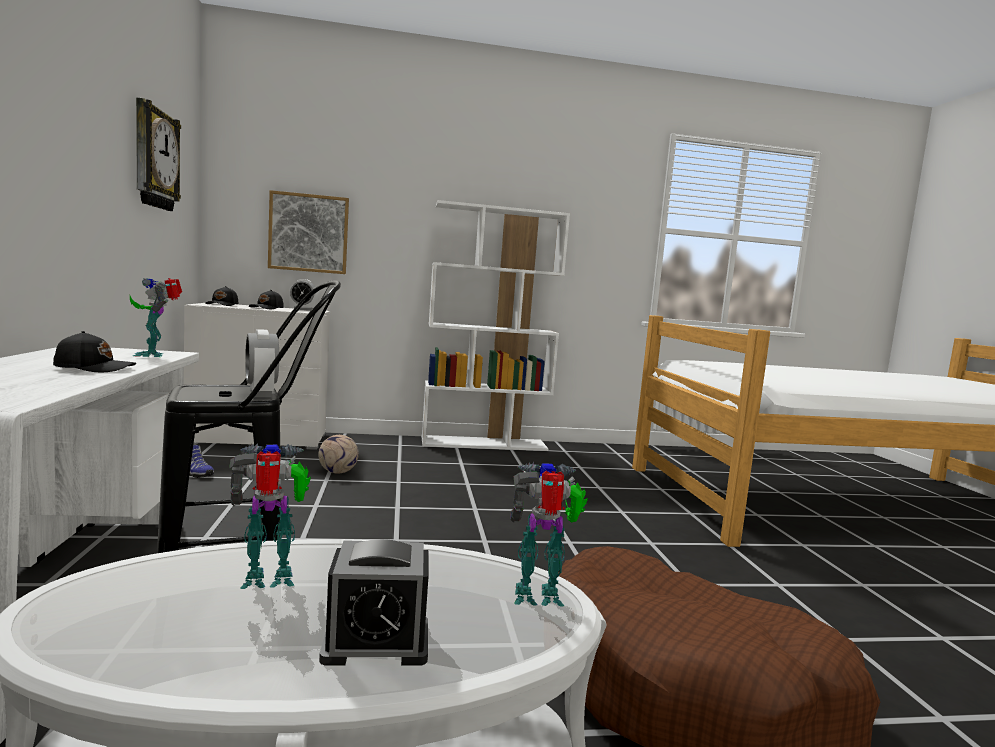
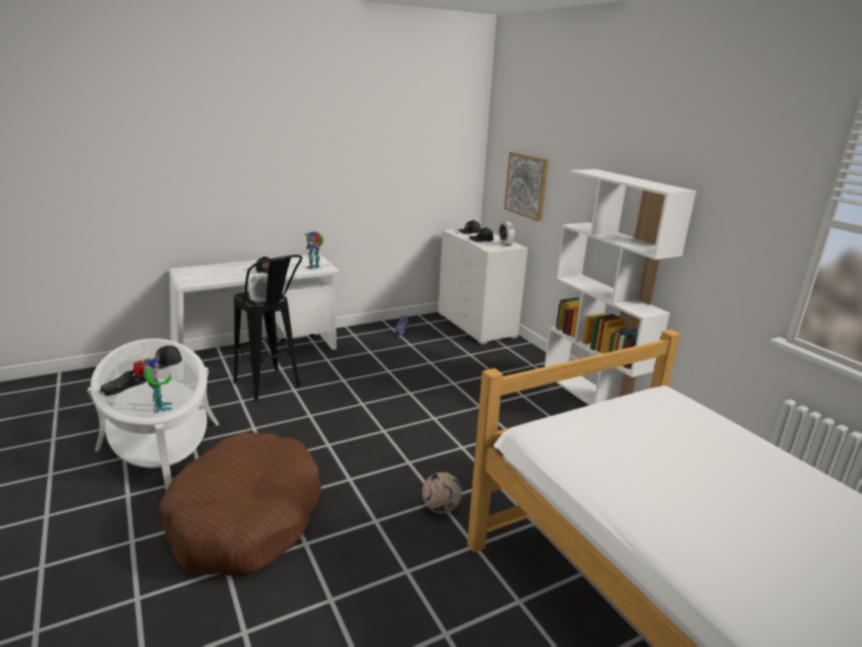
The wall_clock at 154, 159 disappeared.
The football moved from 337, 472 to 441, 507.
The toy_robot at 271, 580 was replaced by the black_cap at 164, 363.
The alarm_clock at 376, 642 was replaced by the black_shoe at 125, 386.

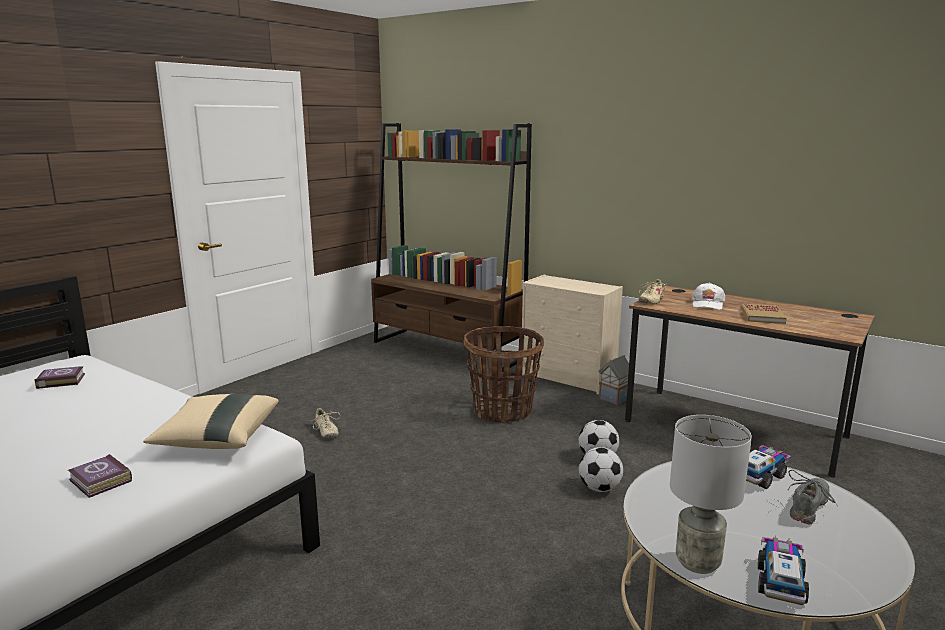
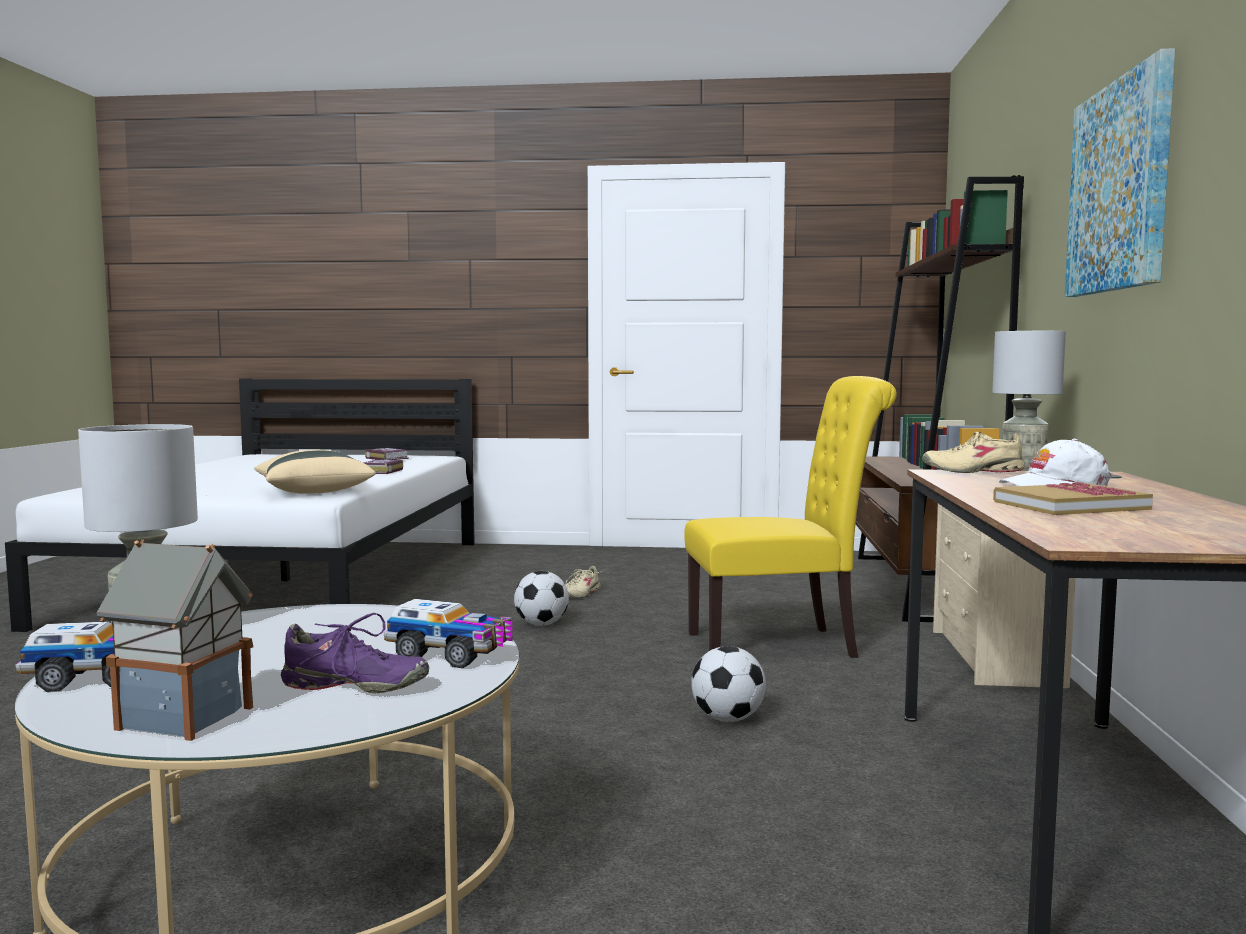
The grey_table_lamp at 1023, 470 appeared.
The picture at 1120, 187 appeared.
The book moved from 100, 481 to 379, 471.
The football moved from 599, 488 to 541, 624.
The toy_house moved from 614, 399 to 182, 718.
The basket at 502, 411 was replaced by the yellow_chair at 782, 645.
The grey_shoe at 809, 507 became the purple_shoe at 354, 686.

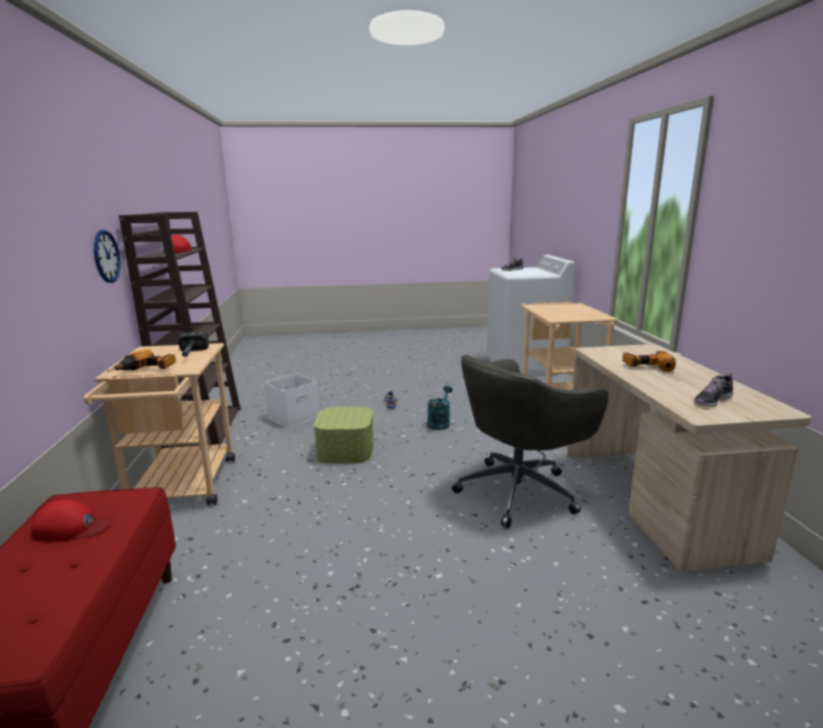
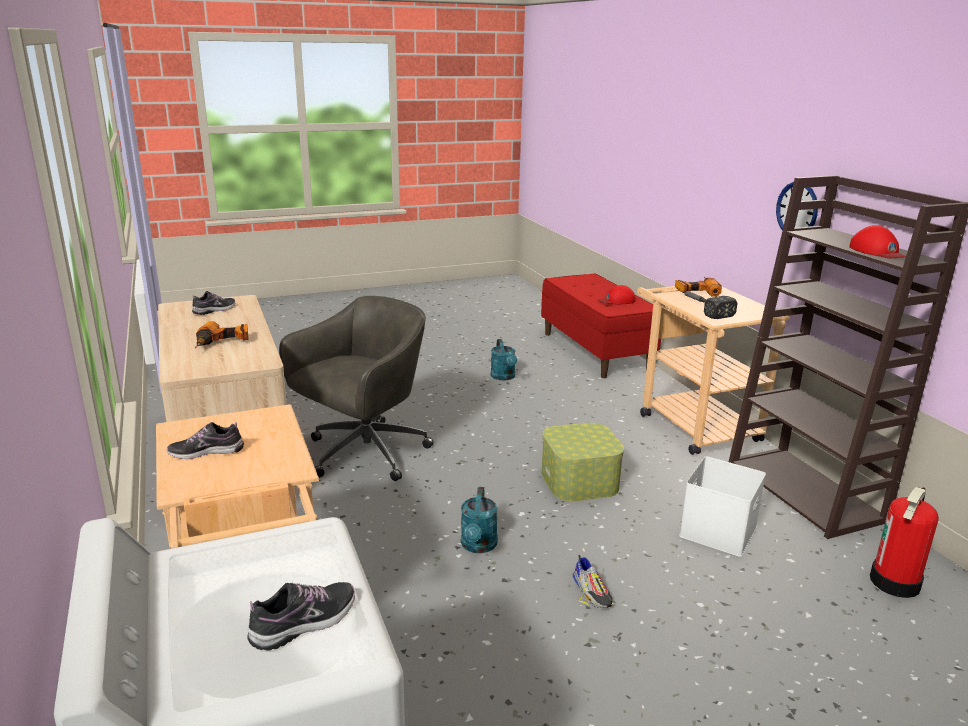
The shoe at 206, 452 appeared.
The turquoise_watering_can at 504, 377 appeared.
The fire_extinguisher at 895, 583 appeared.

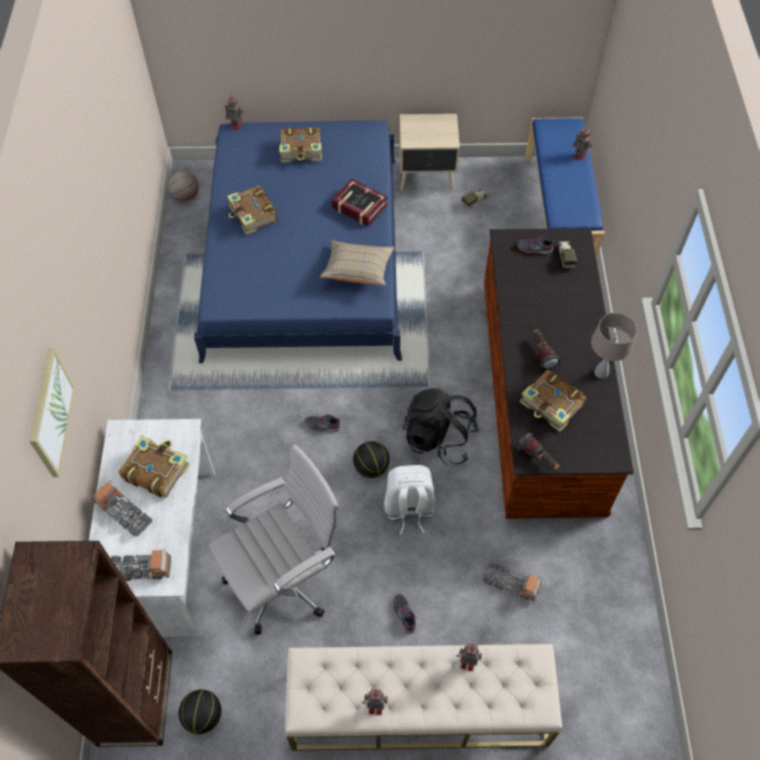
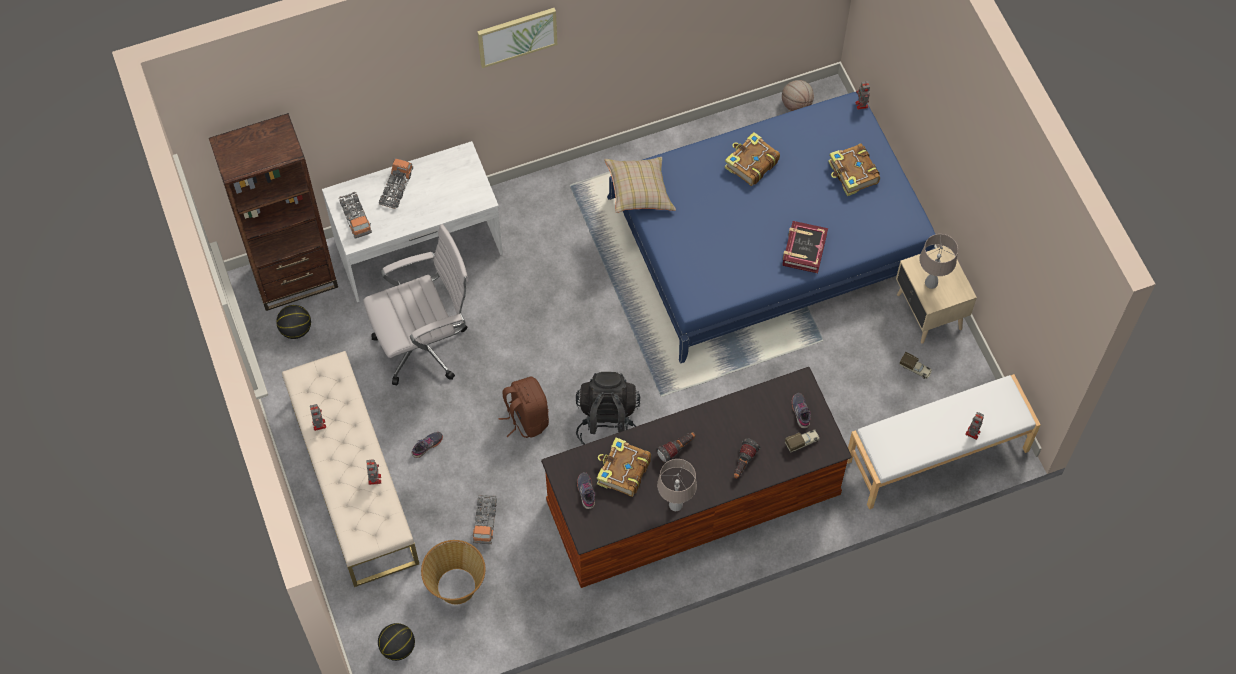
The book at 155, 470 disappeared.
The basket at 456, 585 appeared.
The beige_table_lamp at 931, 282 appeared.
The picture moved from 50, 412 to 517, 36.
The grey_shoe moved from 323, 425 to 586, 492.
The beige_pillow moved from 358, 271 to 639, 192.
The basketball moved from 371, 468 to 397, 647.
The flashlight moved from 538, 458 to 743, 463.
The white_backpack at 408, 508 became the brown_backpack at 526, 418.
The blue_bench at 558, 213 became the white_bench at 937, 456.
The white_office_chair at 285, 579 turned 60 degrees counterclockwise.

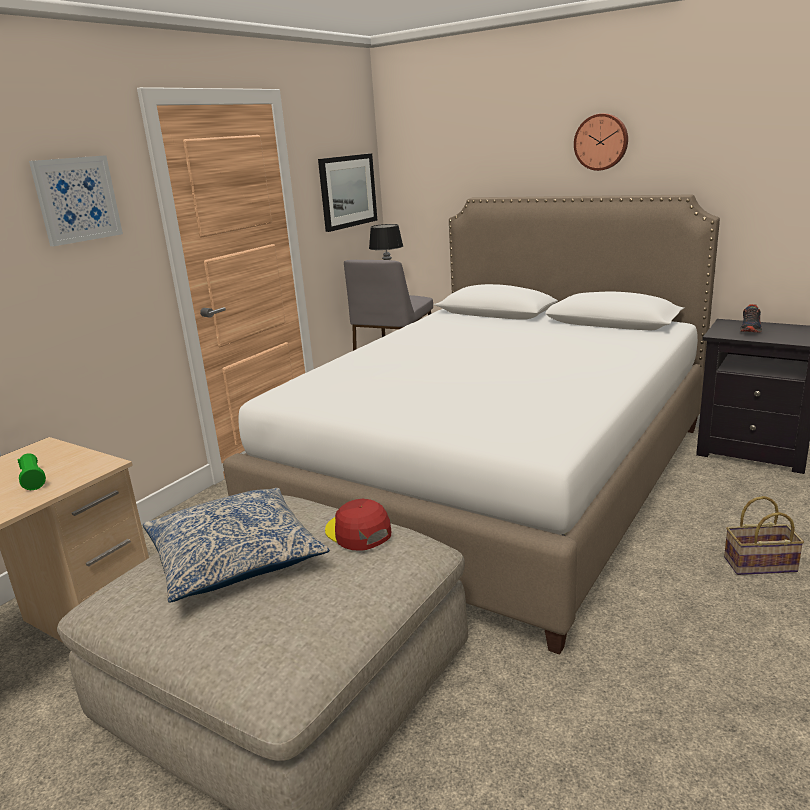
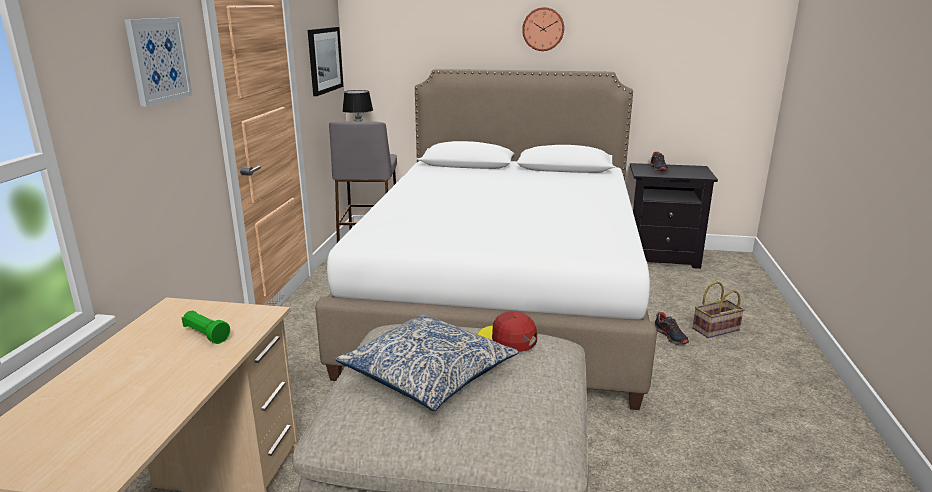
The shoe at 670, 336 appeared.

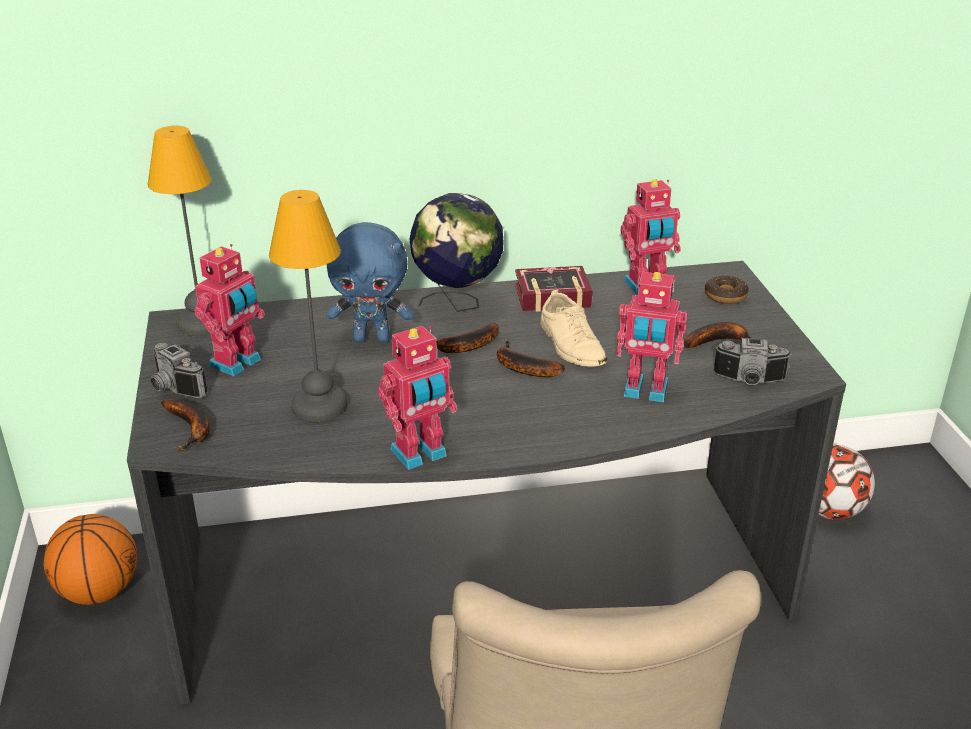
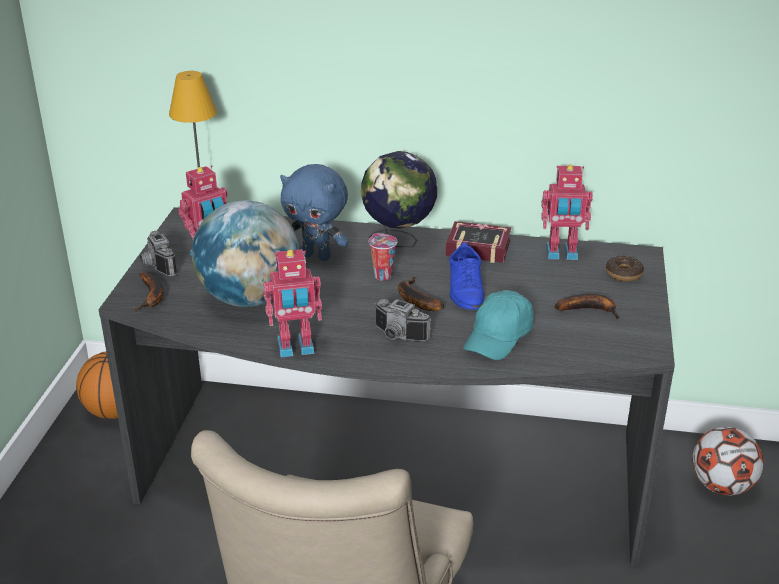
The photo_camera moved from 749, 381 to 398, 336.
The table_lamp at 321, 405 was replaced by the globe at 249, 298.
The banana at 464, 346 was replaced by the cup at 382, 275.
The toy_robot at 645, 392 was replaced by the turquoise_cap at 499, 337.
The beige_shoe at 571, 345 became the blue_shoe at 466, 289.

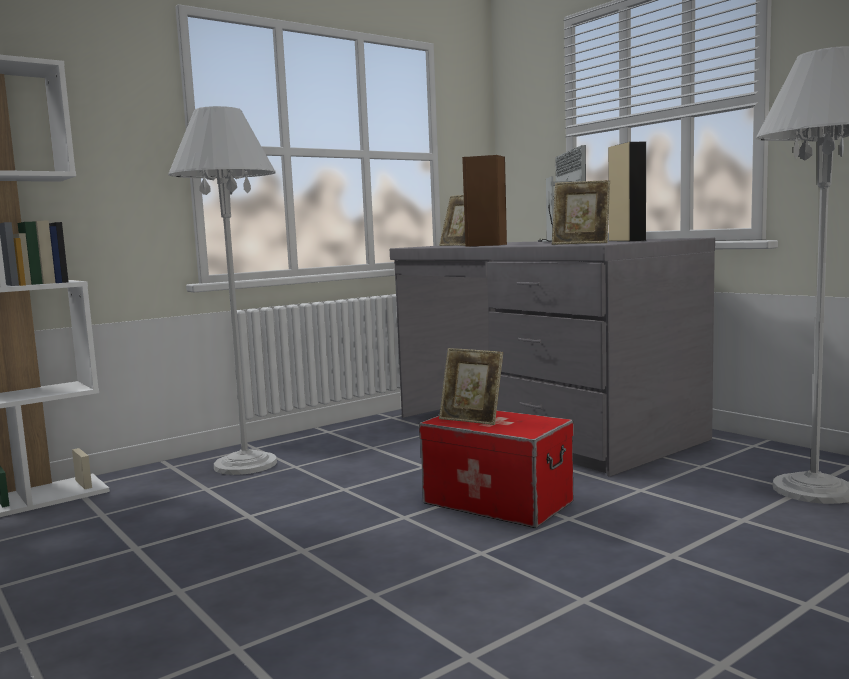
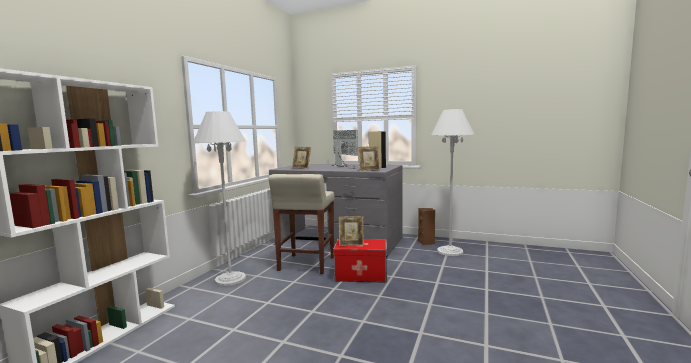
The beige_stool at 306, 264 appeared.
The brown_speaker moved from 486, 245 to 426, 243.

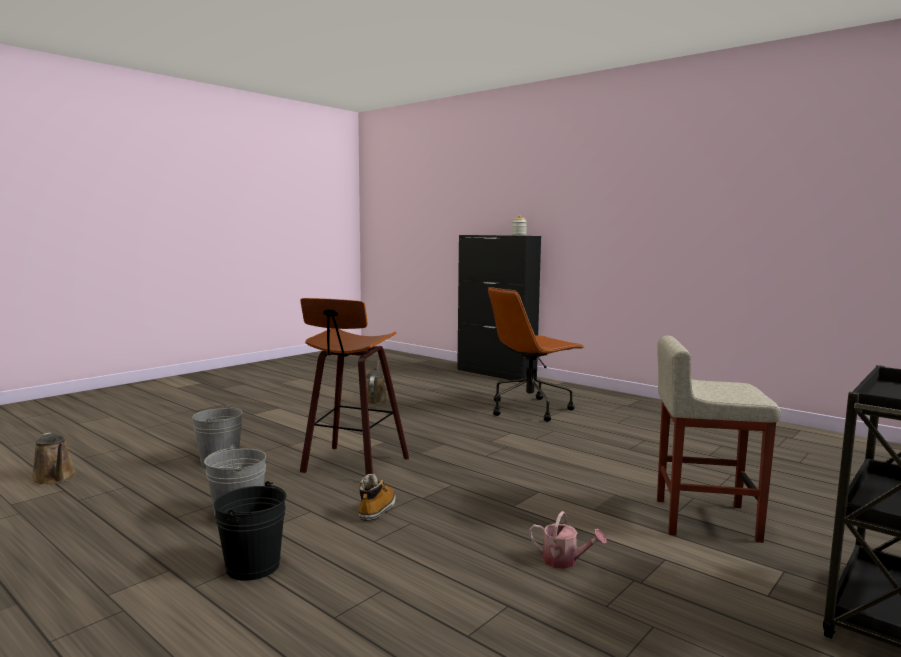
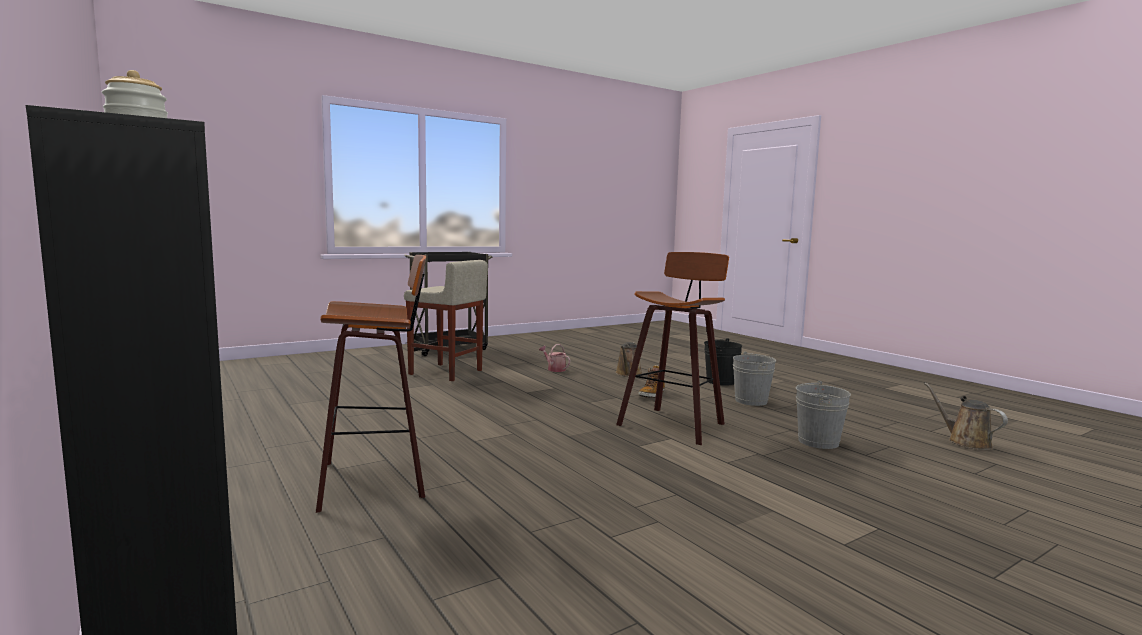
The brown_watering_can moved from 374, 400 to 628, 374.
The brown_office_chair at 530, 408 was replaced by the stool at 377, 479.

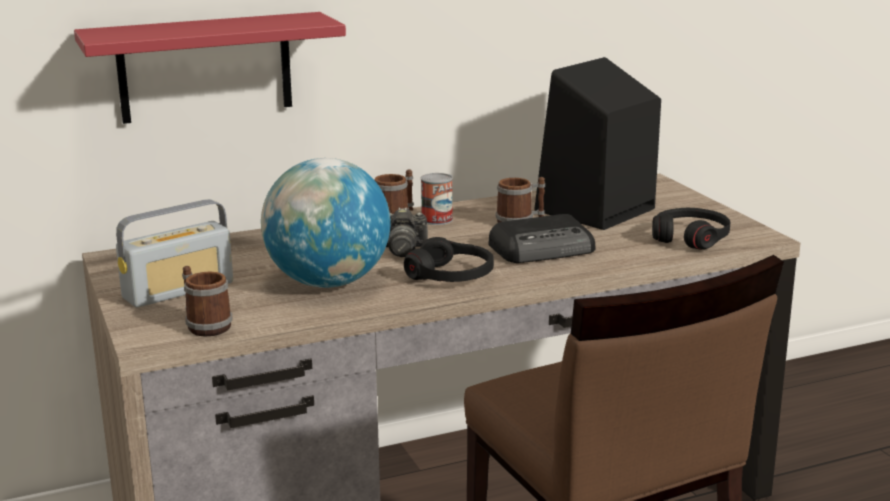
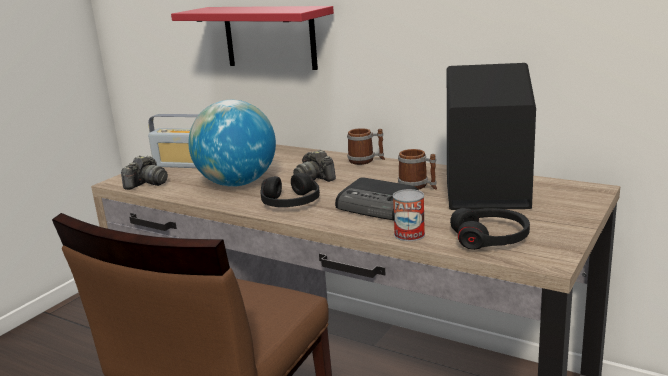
The can moved from 437, 219 to 409, 234.
The mug at 204, 325 was replaced by the photo_camera at 147, 184.

